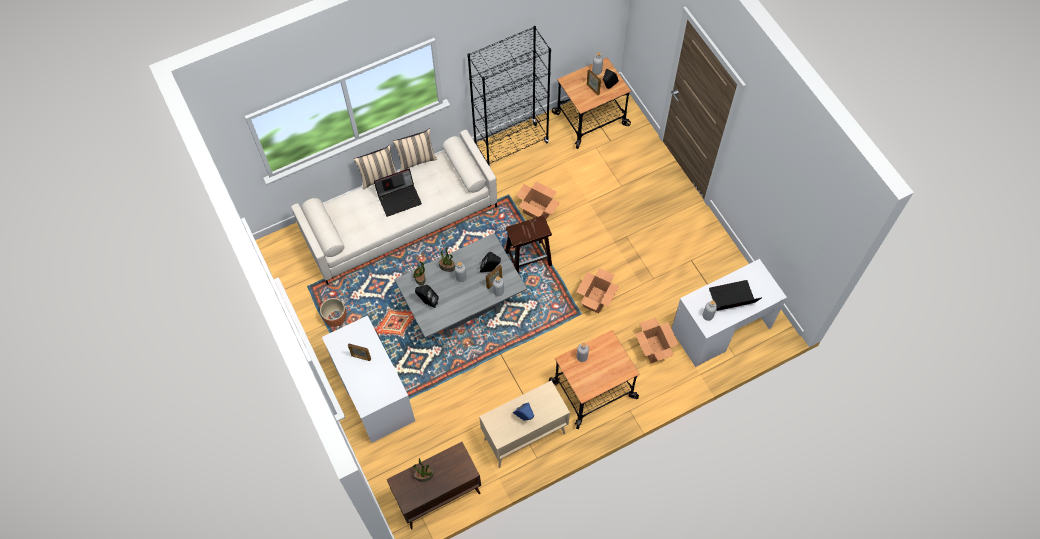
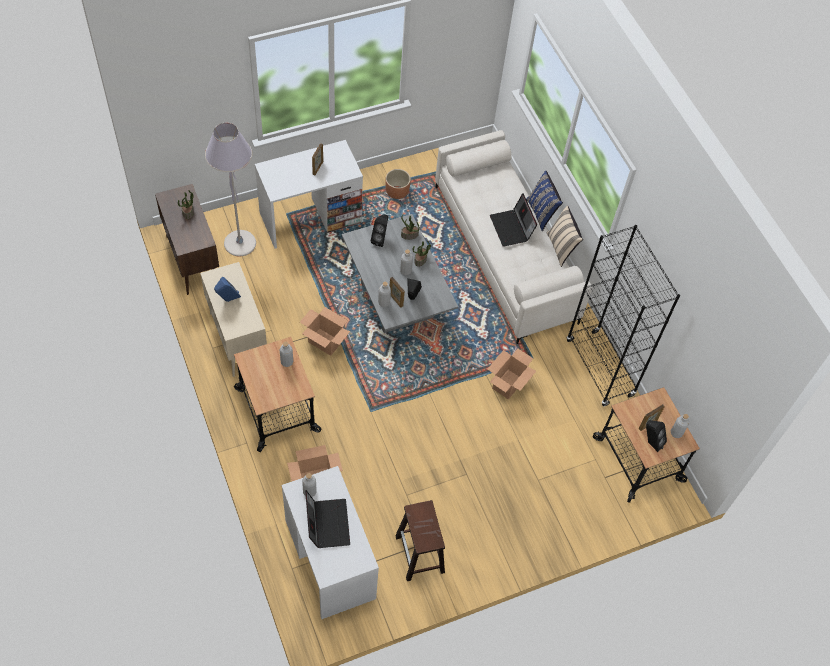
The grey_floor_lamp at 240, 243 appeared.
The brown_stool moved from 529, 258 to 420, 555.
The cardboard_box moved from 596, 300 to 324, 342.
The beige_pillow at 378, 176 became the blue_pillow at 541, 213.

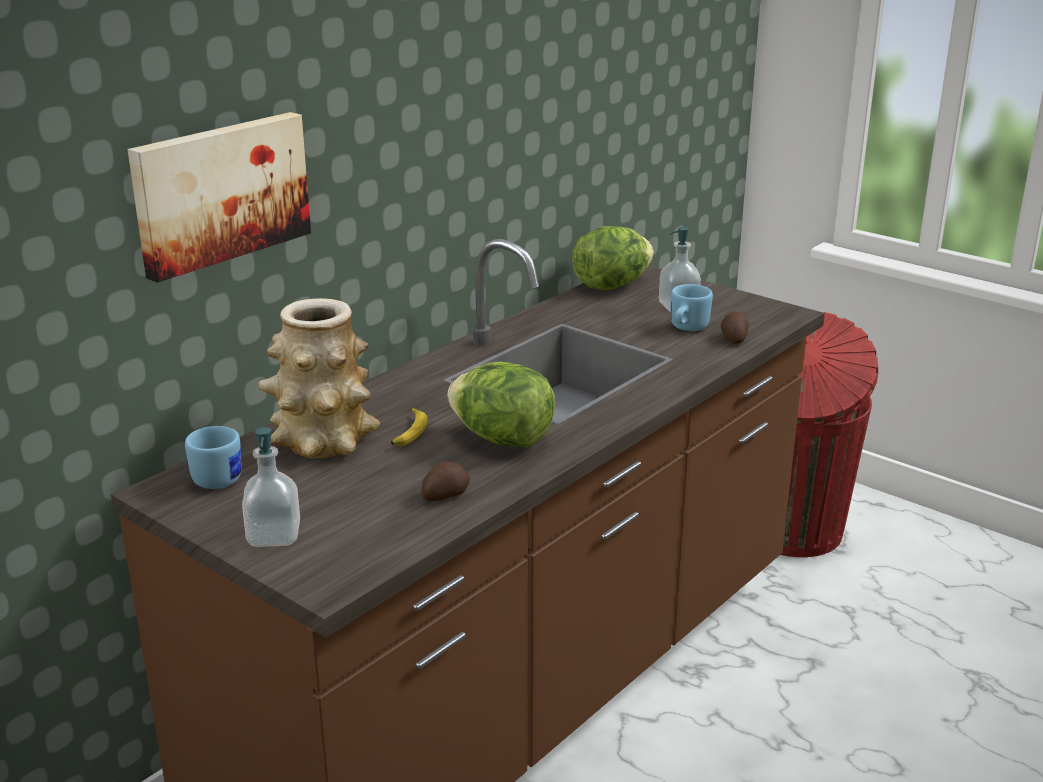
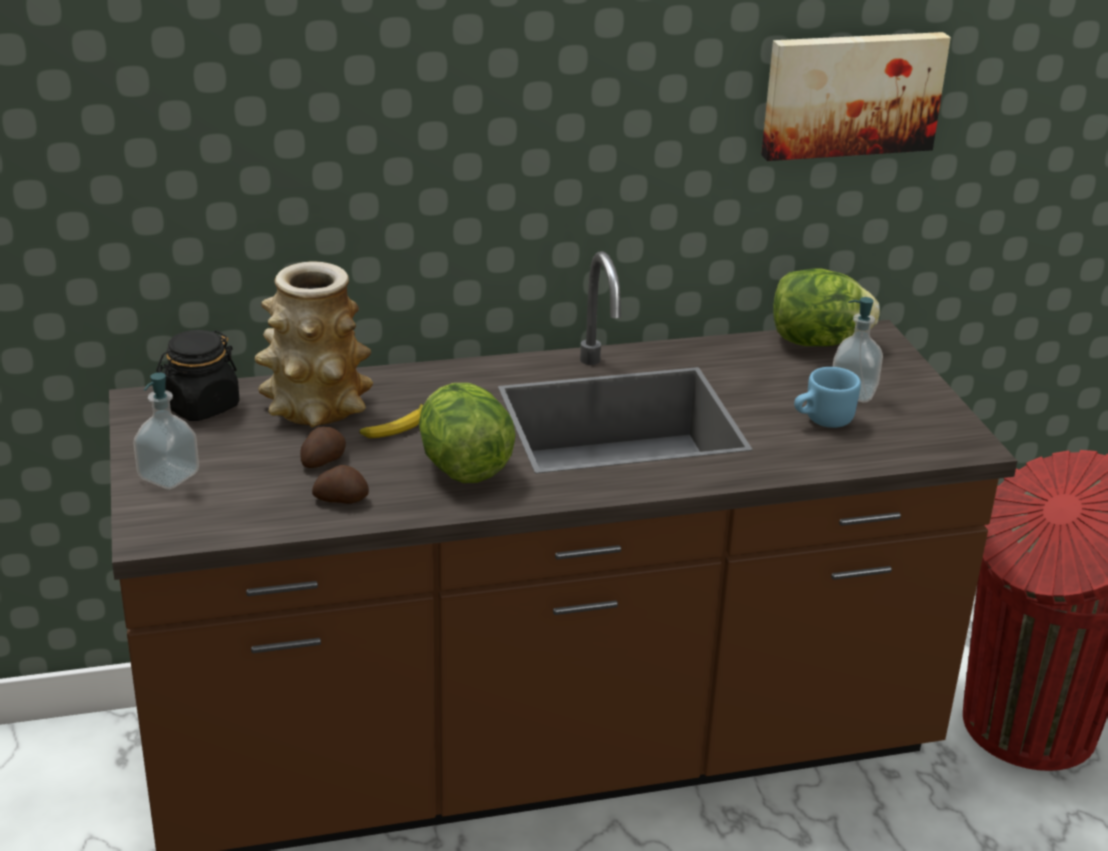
The picture moved from 220, 192 to 851, 93.
The potato moved from 733, 338 to 322, 460.
The blue_mug at 220, 476 was replaced by the black_jar at 200, 406.

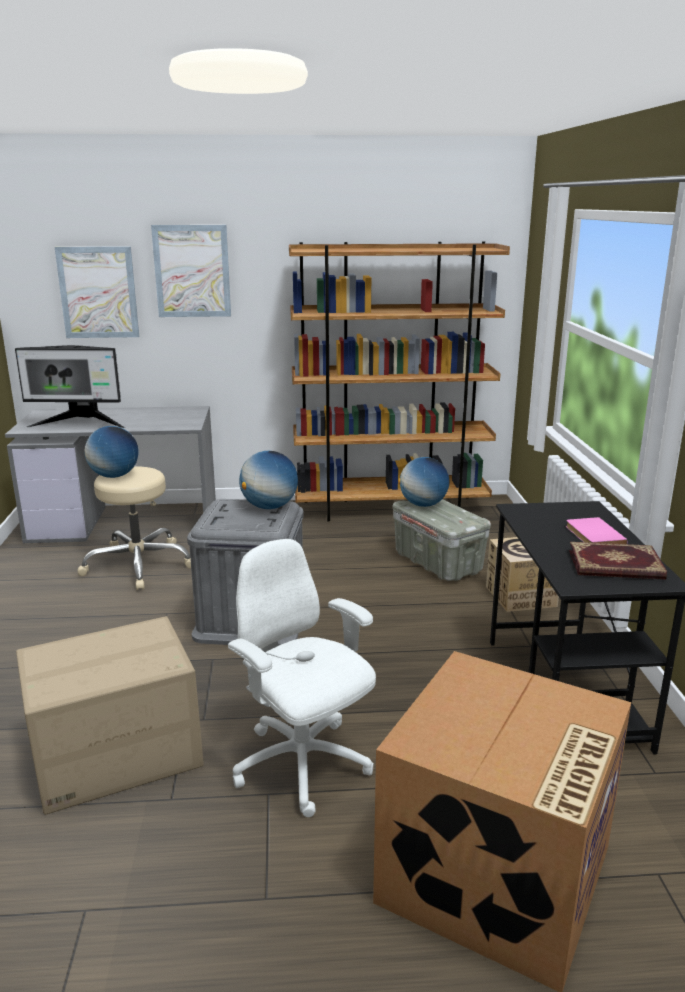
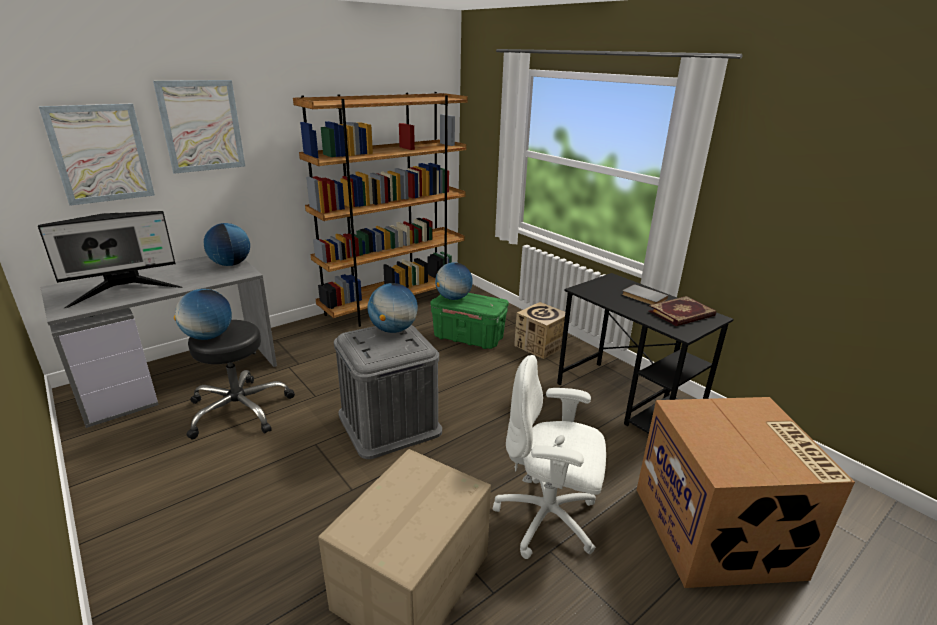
The globe at 230, 264 appeared.
The beige_stool at 139, 564 became the black_stool at 239, 409.
The grey_storage_box at 437, 563 became the green_storage_box at 468, 337.
The pink_book at 592, 535 became the grey_book at 643, 297.

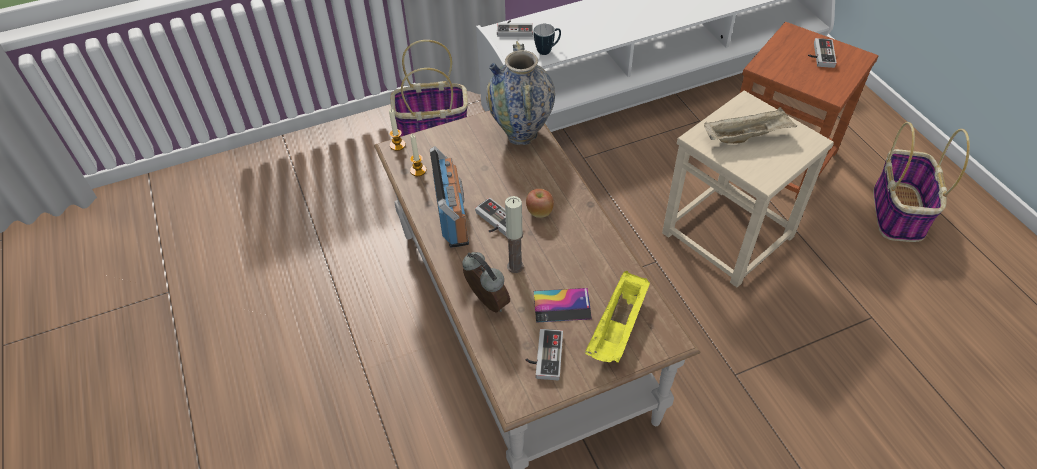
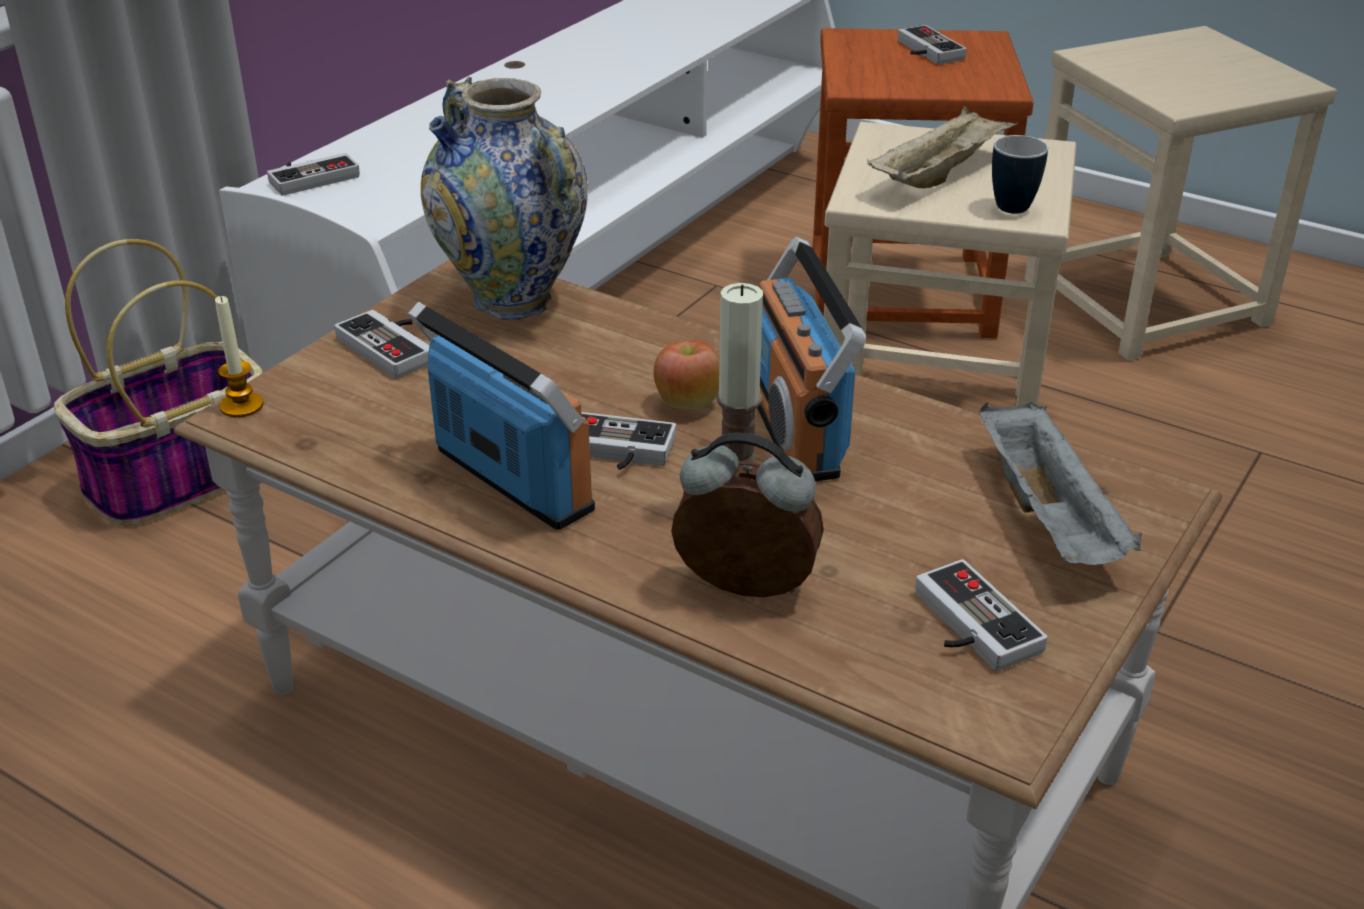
The candle at 418, 170 disappeared.
The phone at 562, 305 disappeared.
The game_controller at 394, 346 appeared.
The radio at 795, 429 appeared.
The mug moved from 547, 50 to 1016, 204.
The basket at 898, 213 was replaced by the beige_stool at 1147, 302.
The yellow_tray at 617, 329 became the grey_tray at 1050, 519.

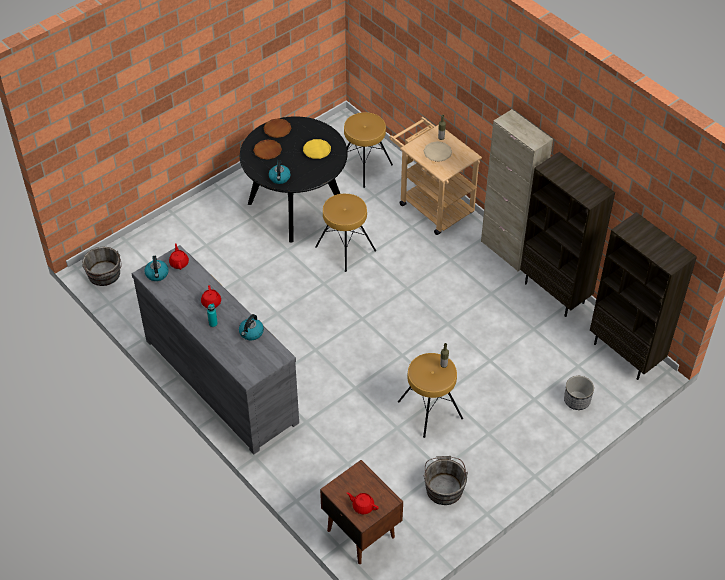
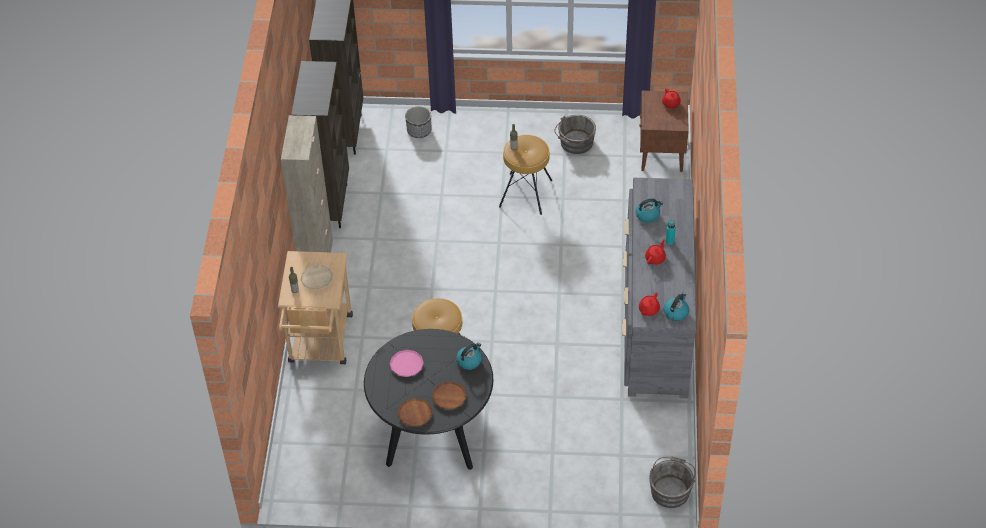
The brown_stool at 364, 167 disappeared.
The yellow_plate at 317, 150 became the pink_plate at 406, 365.

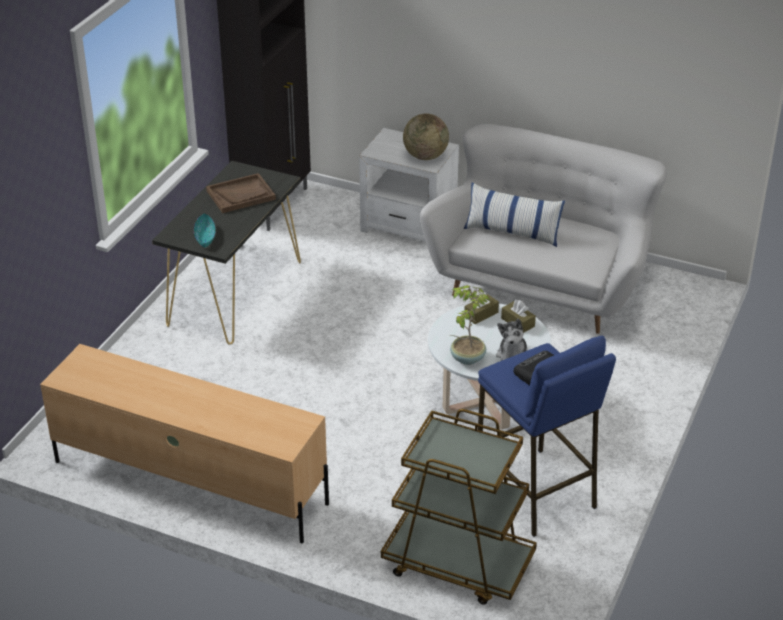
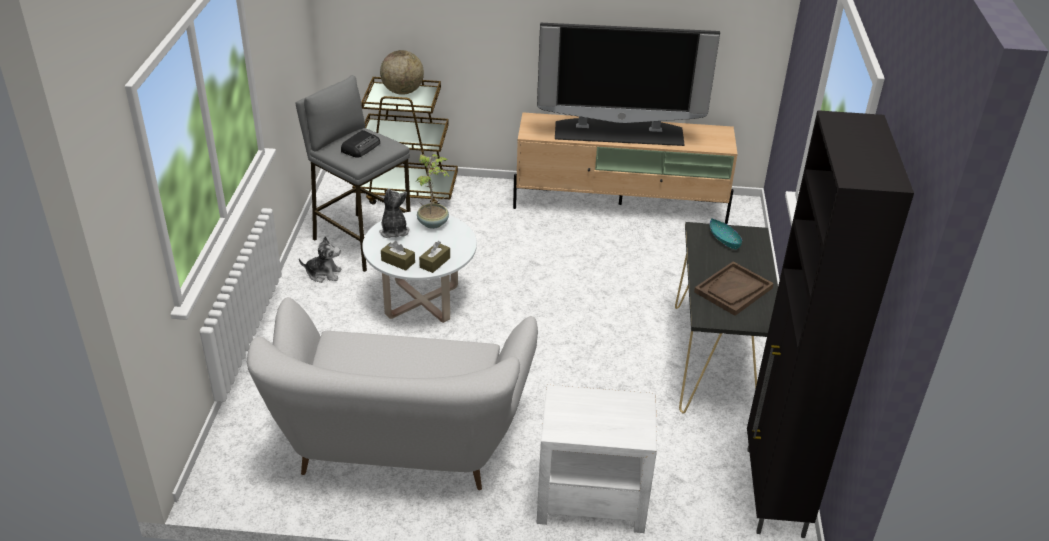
The pillow at 512, 232 disappeared.
The plush_toy at 323, 274 appeared.
The television at 619, 132 appeared.
The globe moved from 425, 156 to 402, 91.
The blue_stool at 536, 492 became the grey_stool at 361, 241.

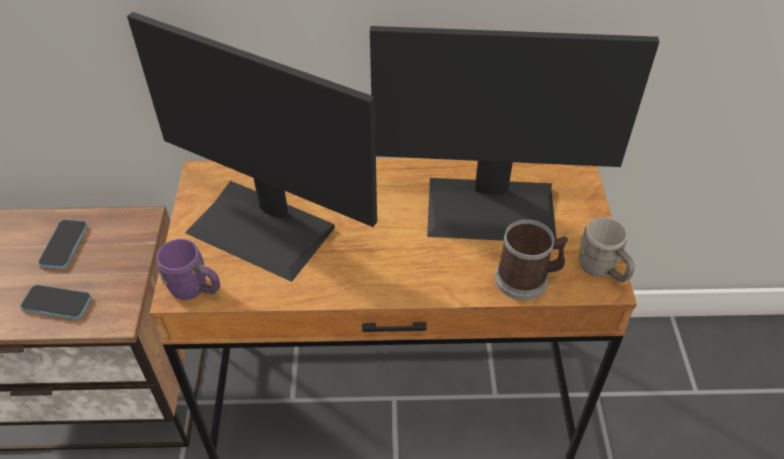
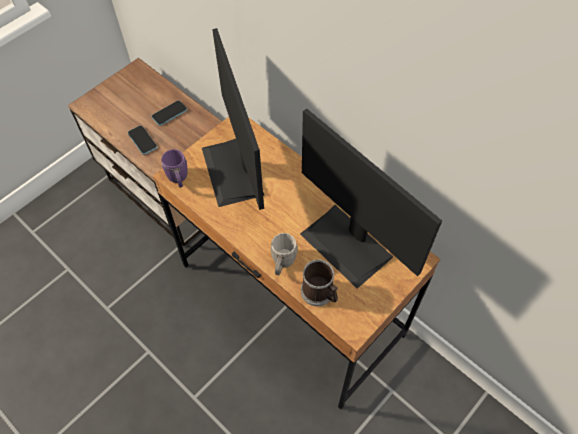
The grey_mug moved from 602, 270 to 282, 263.

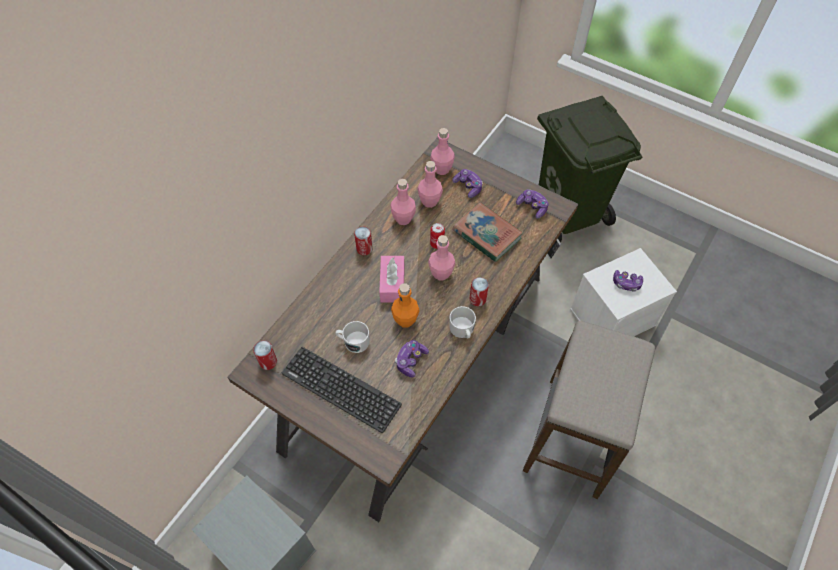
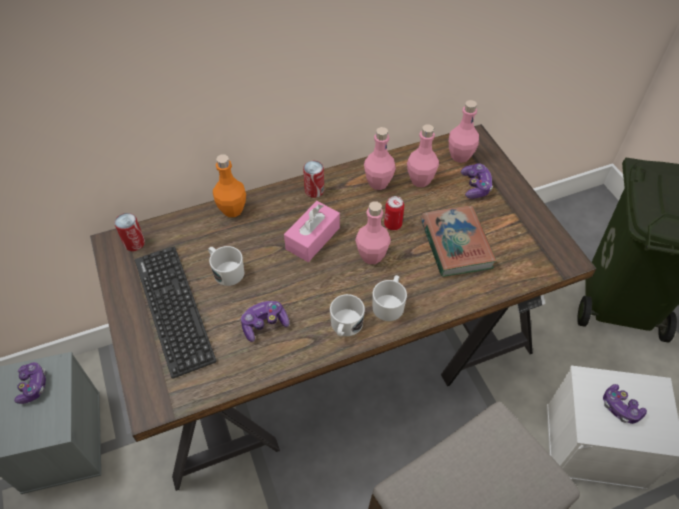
The orange_bottle moved from 405, 320 to 232, 210.
The game_controller moved from 532, 207 to 33, 386.
The can at 477, 299 was replaced by the white_mug at 389, 304.

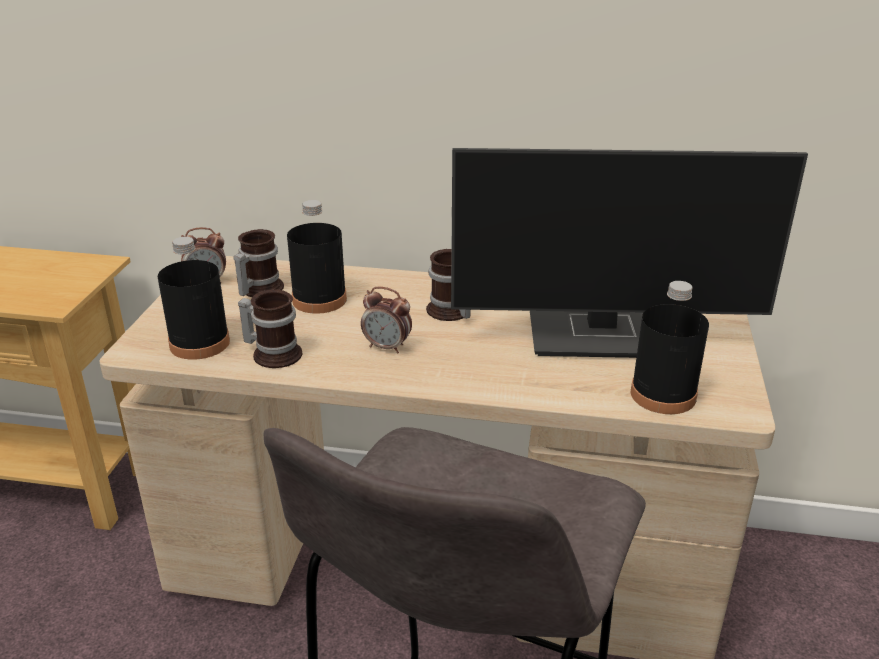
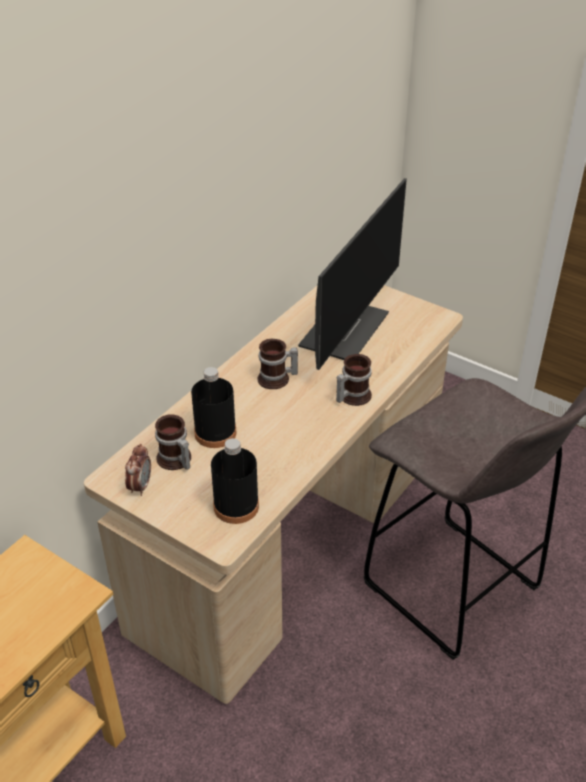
The alarm_clock at 387, 347 disappeared.
The black_bottle at 663, 395 disappeared.
The mug moved from 274, 353 to 351, 396.

